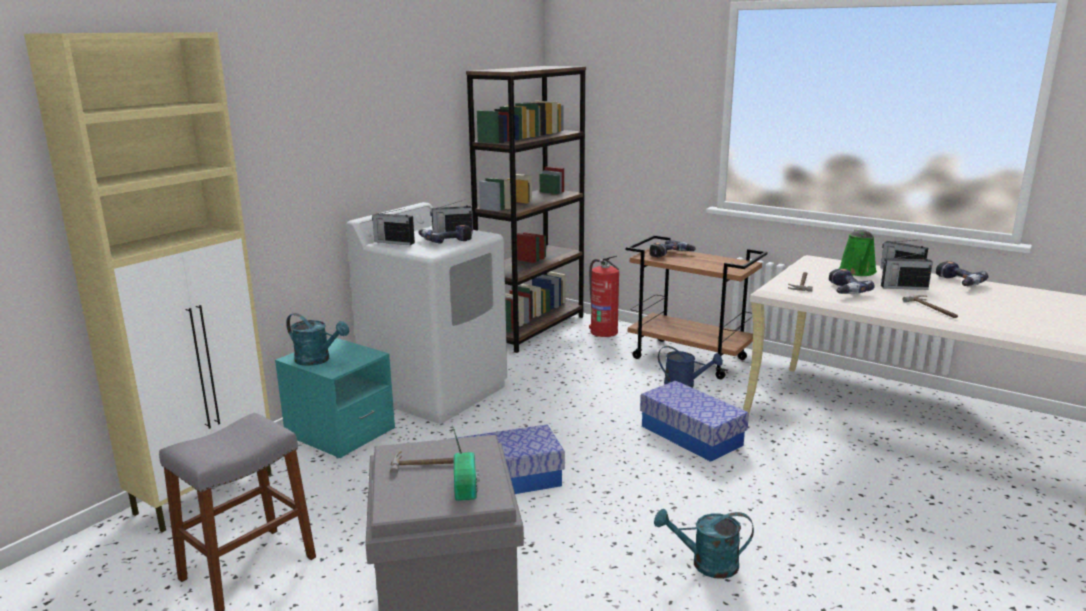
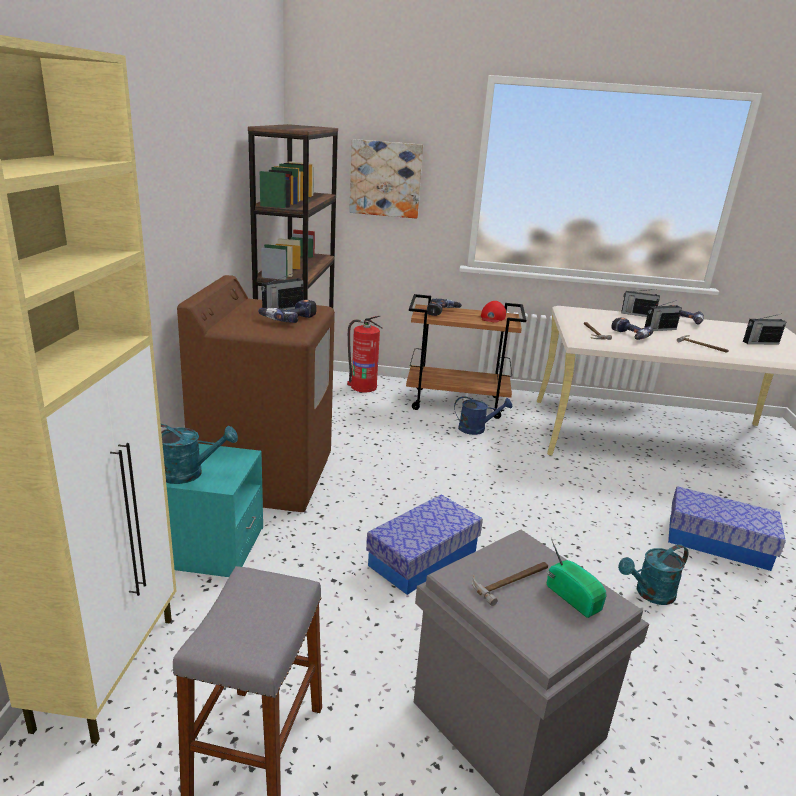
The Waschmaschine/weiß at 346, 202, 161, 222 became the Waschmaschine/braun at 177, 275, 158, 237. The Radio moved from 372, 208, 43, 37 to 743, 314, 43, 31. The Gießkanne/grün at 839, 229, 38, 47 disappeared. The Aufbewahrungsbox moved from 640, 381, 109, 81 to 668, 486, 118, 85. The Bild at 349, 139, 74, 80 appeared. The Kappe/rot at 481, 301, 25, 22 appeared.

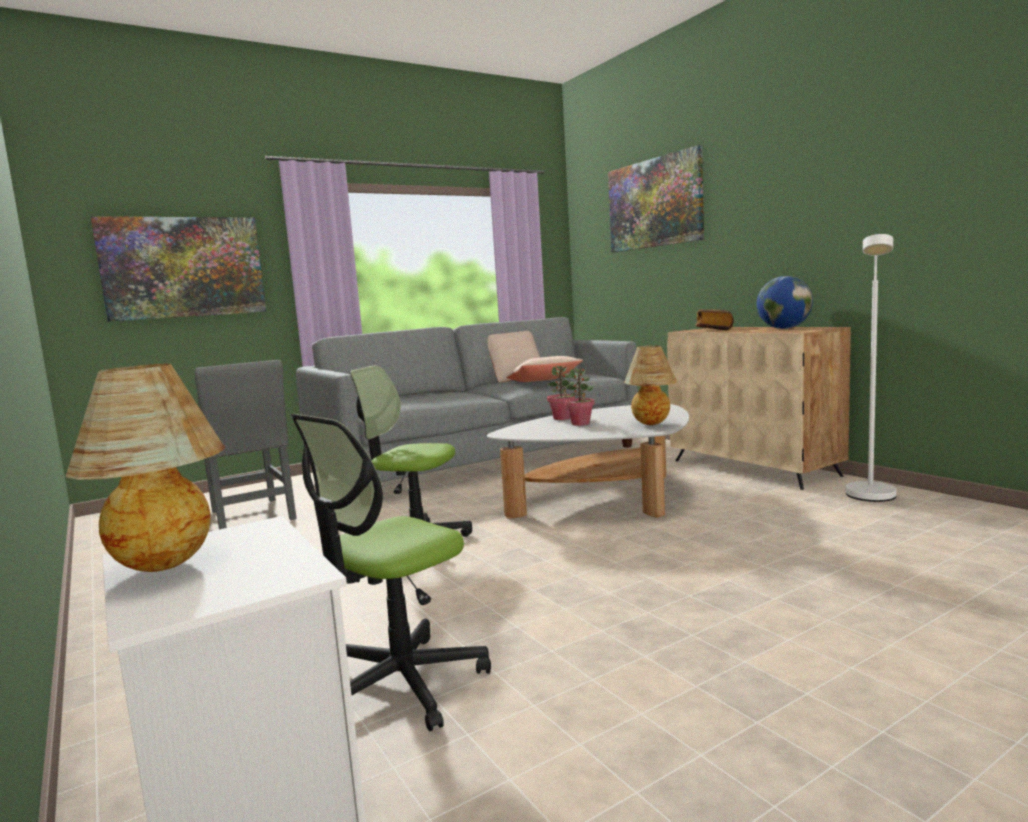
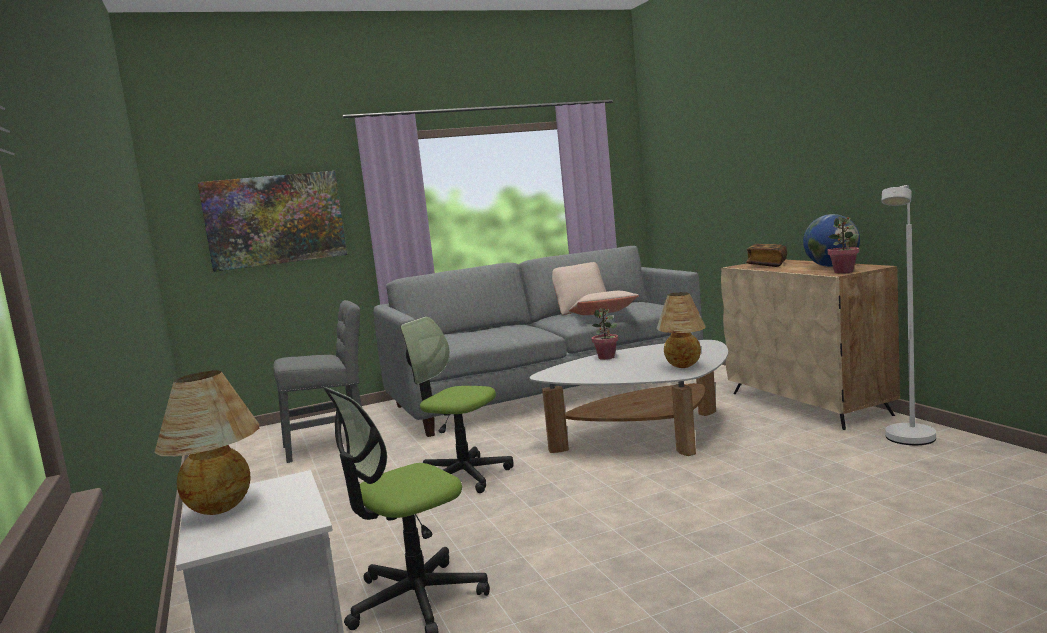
The Bild at 608, 145, 96, 107 disappeared. The Stuhl/grau at 195, 360, 102, 169 turned 90 degrees counterclockwise. The Topfpflanze moved from 565, 368, 30, 58 to 827, 217, 32, 57.

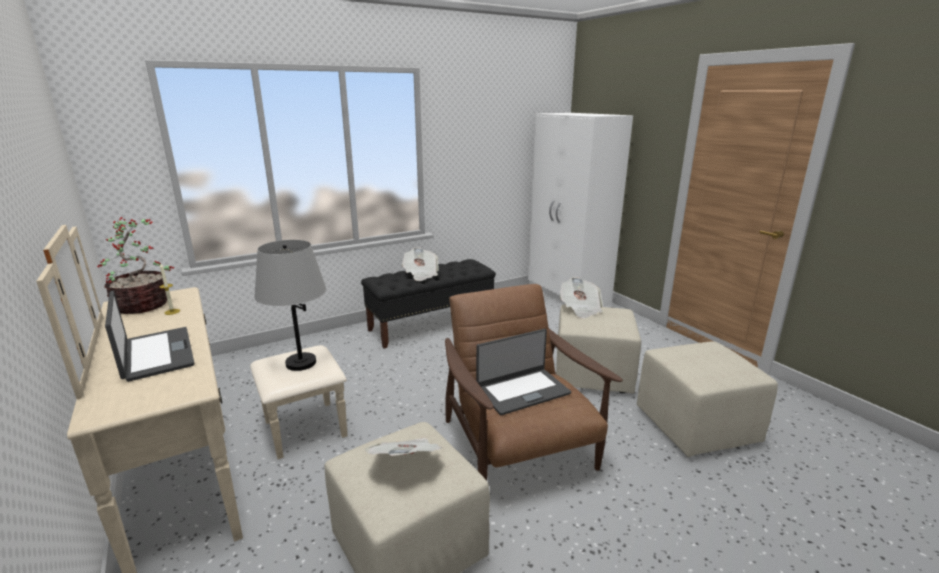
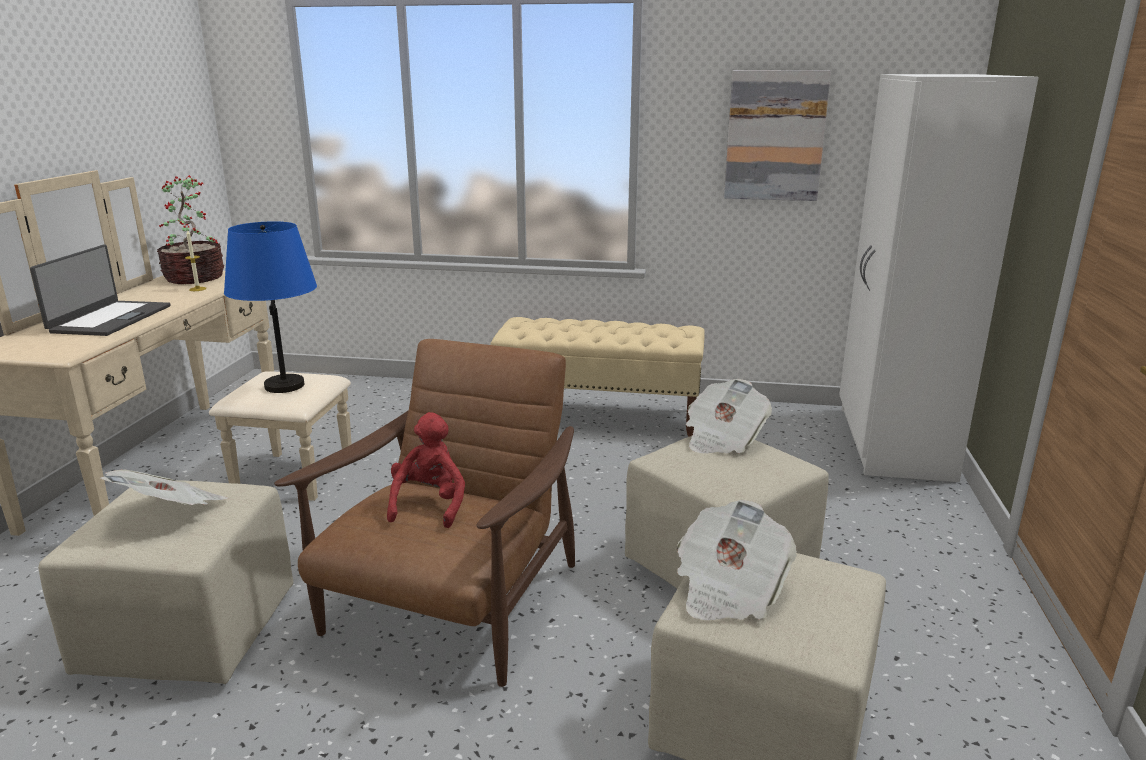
The Tischlampe/grau at 254, 240, 72, 131 became the Tischlampe/blau at 224, 221, 93, 172. The Zeitung moved from 402, 248, 36, 33 to 677, 500, 120, 120. The Bank/schwarz at 361, 259, 135, 90 became the Bank/beige at 491, 317, 214, 120. The Laptop at 476, 329, 95, 86 was replaced by the Plüschtier/rot at 387, 412, 78, 116. The Bild at 724, 70, 107, 131 appeared.

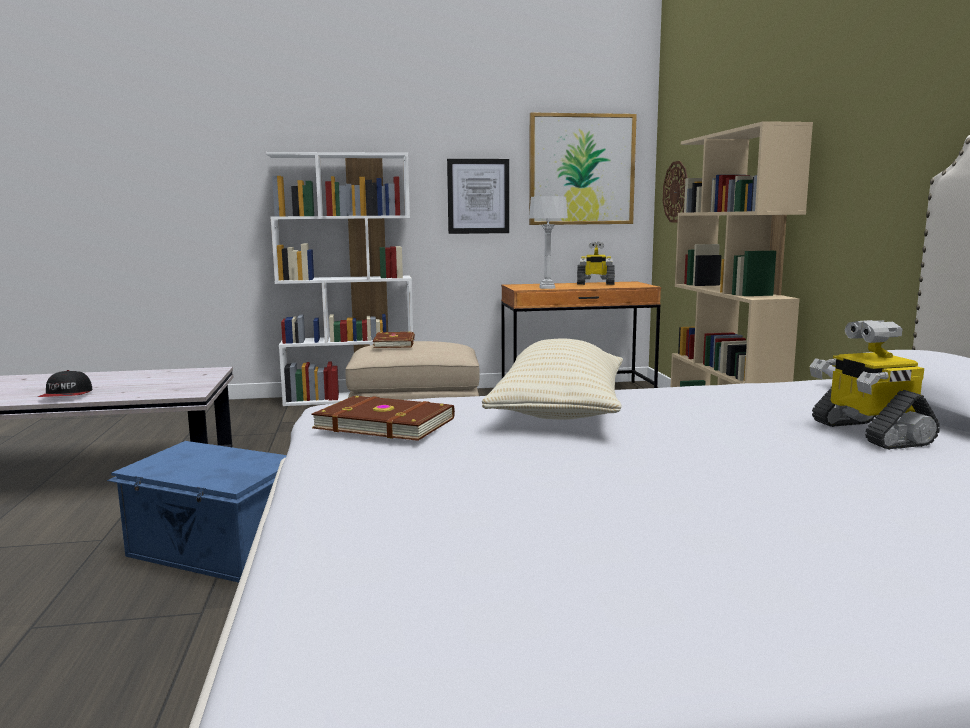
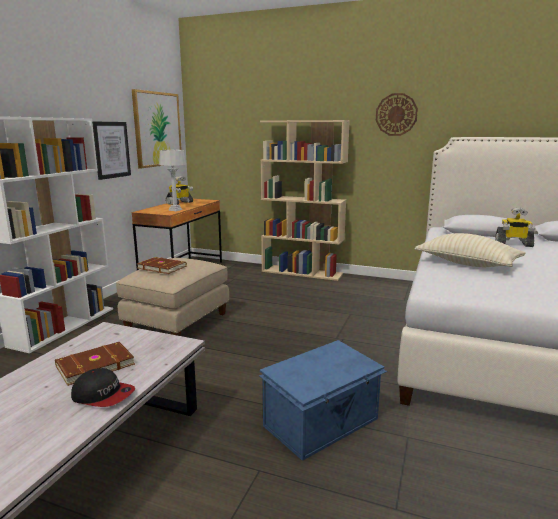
The Wanduhr moved from 663, 161, 25, 61 to 376, 93, 42, 43. The Buch/braun moved from 312, 396, 143, 45 to 55, 342, 80, 44.

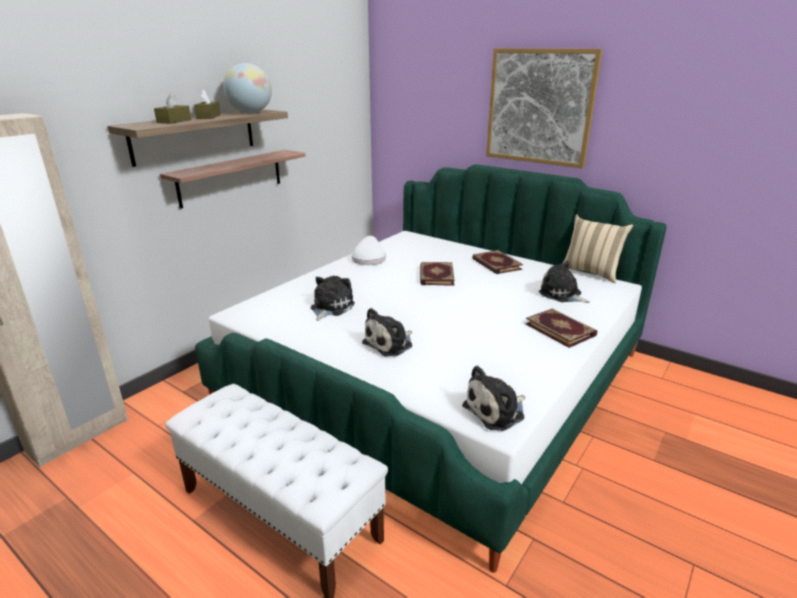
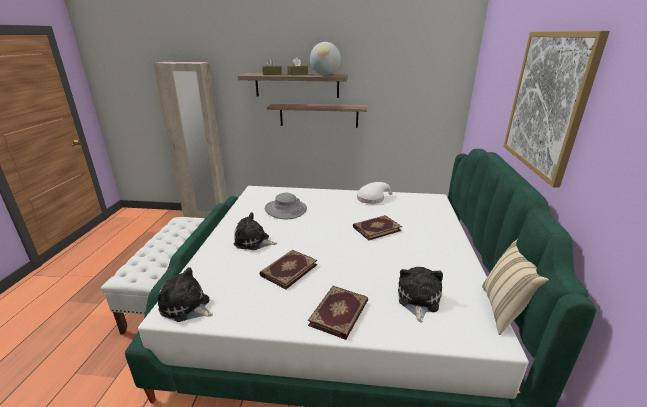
The Buch moved from 472, 250, 51, 24 to 260, 250, 57, 39. The Plüschtier at 311, 276, 44, 45 was replaced by the Hut/grau at 265, 193, 42, 26.

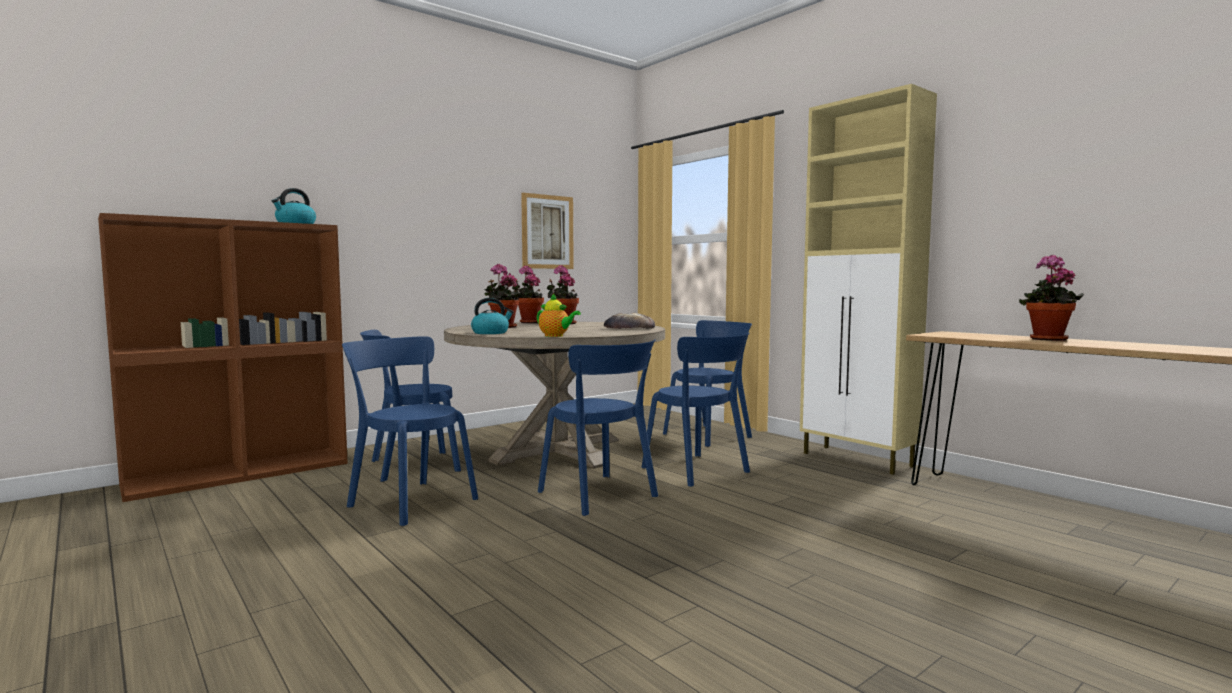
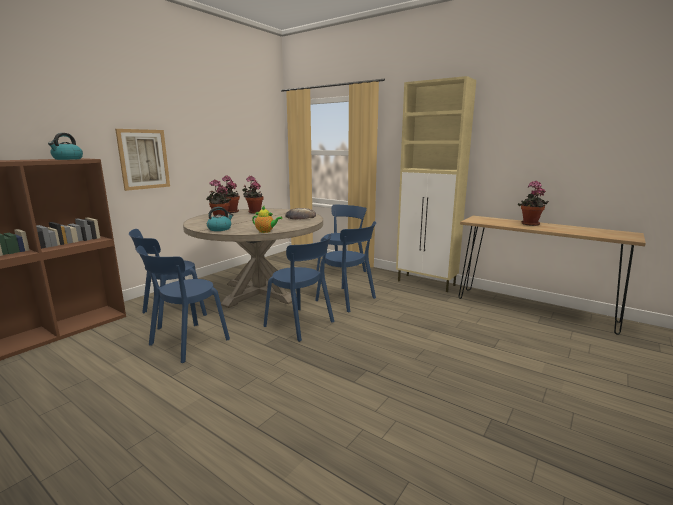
The Bild moved from 521, 193, 53, 76 to 115, 129, 55, 62. The Stuhl/blau at 342, 336, 136, 190 turned 75 degrees counterclockwise.

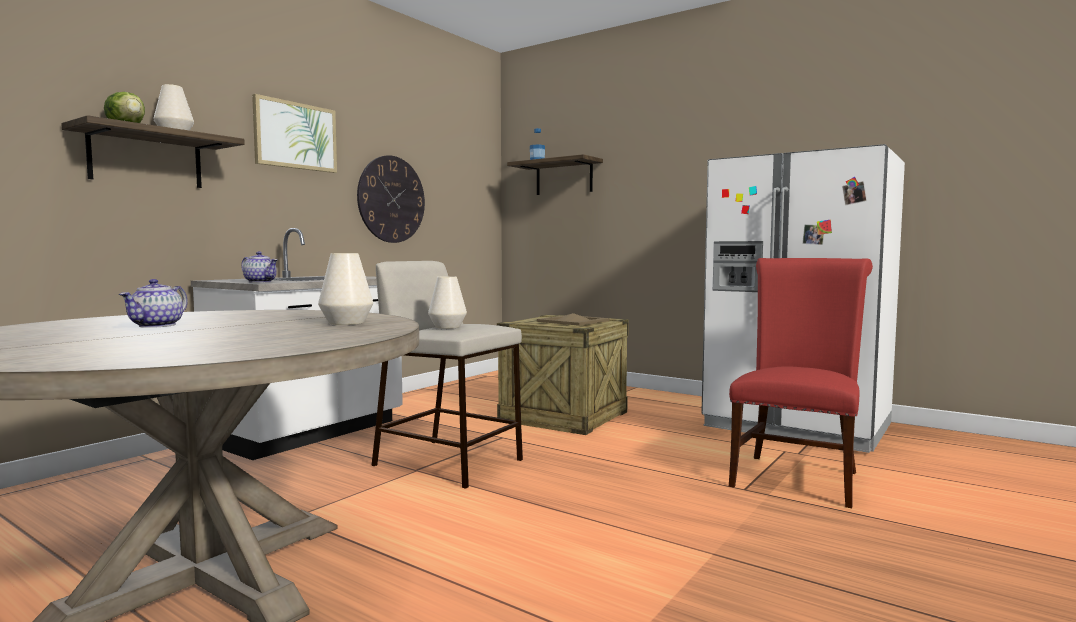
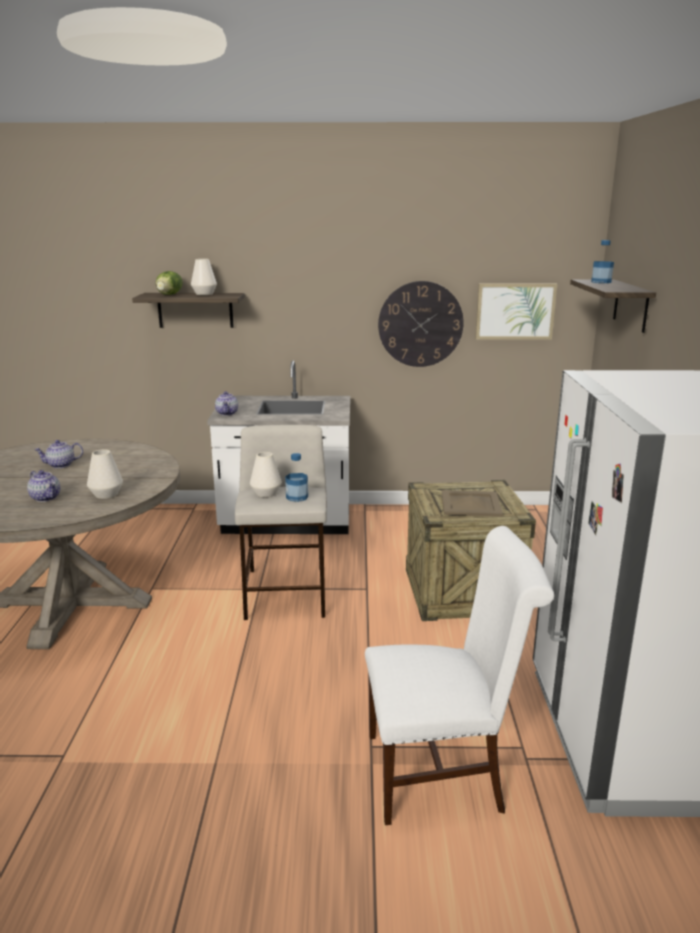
The Bild moved from 252, 94, 85, 79 to 475, 283, 82, 57. The Stuhl/rot at 729, 258, 144, 250 became the Stuhl/weiß at 365, 526, 189, 299. The Flasche at 285, 453, 23, 49 appeared. The Teekanne at 27, 470, 33, 32 appeared.

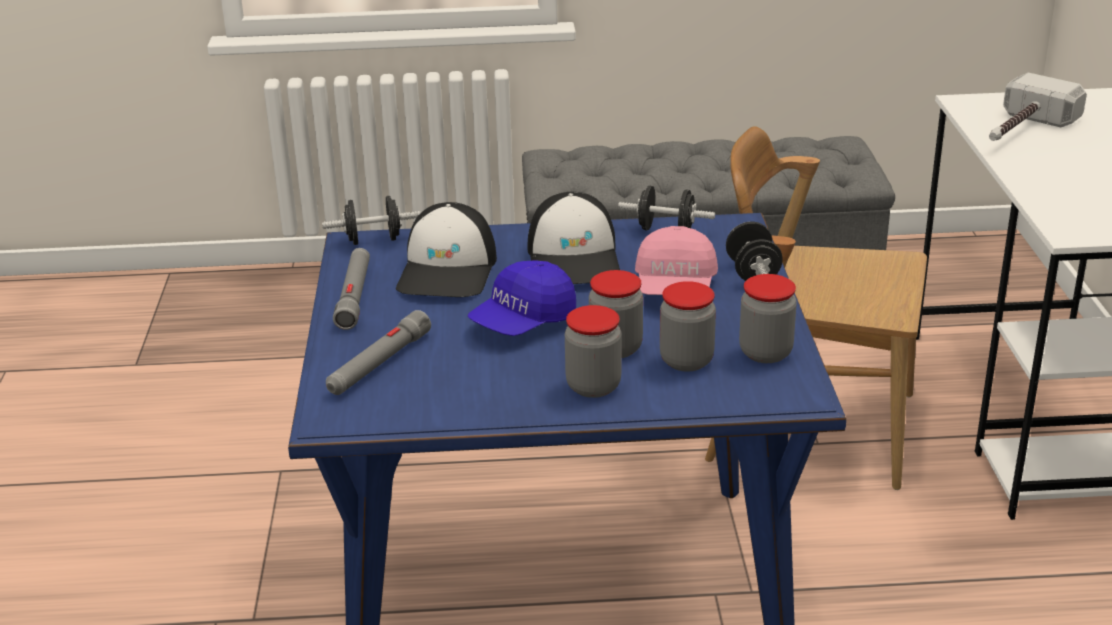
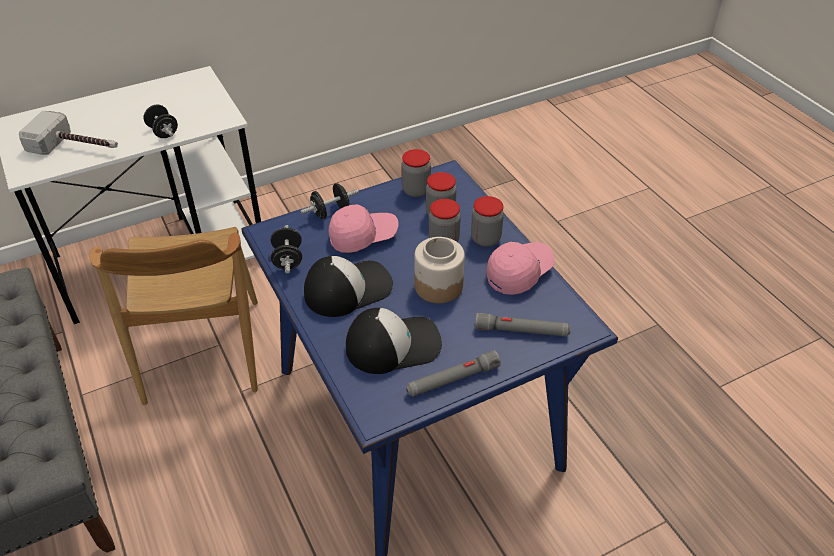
The Hantel/schwarz moved from 322, 196, 99, 49 to 144, 104, 34, 34. The Kappe/blau at 468, 260, 108, 76 was replaced by the Vorratsglas at 414, 237, 51, 67. The Kappe/rosa at 486, 242, 69, 53 appeared.

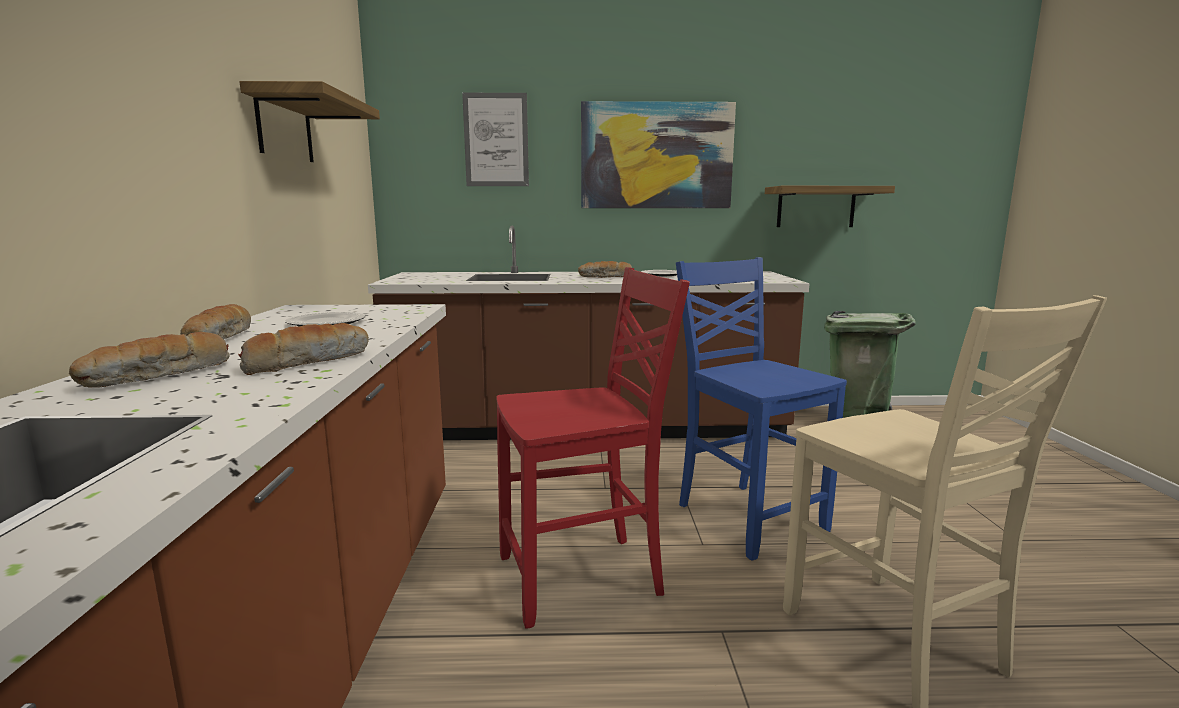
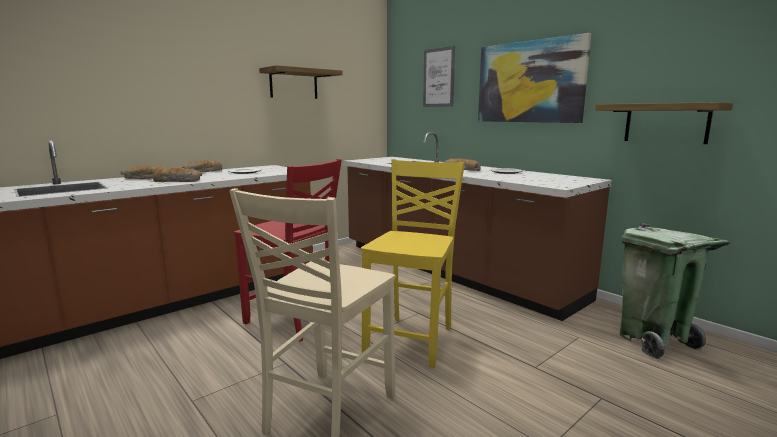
The Stuhl/blau at 676, 257, 171, 304 became the Stuhl/gelb at 361, 159, 104, 209.

